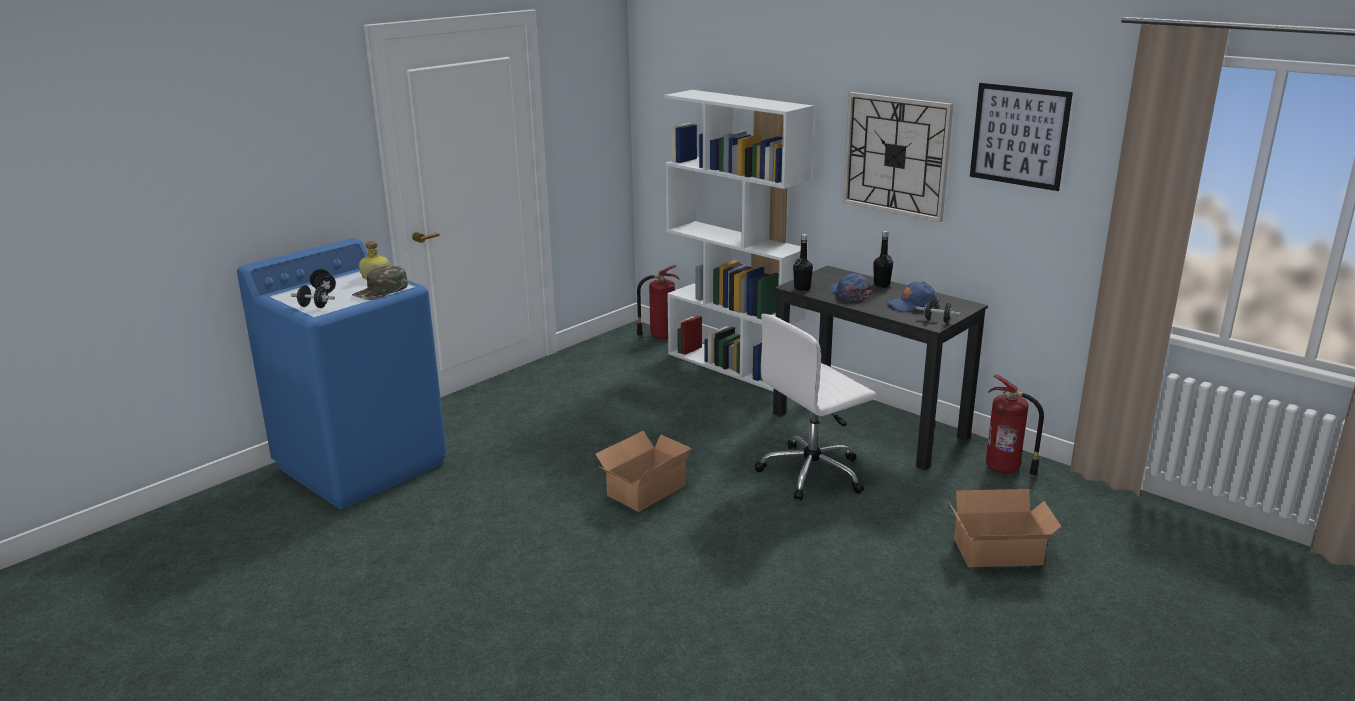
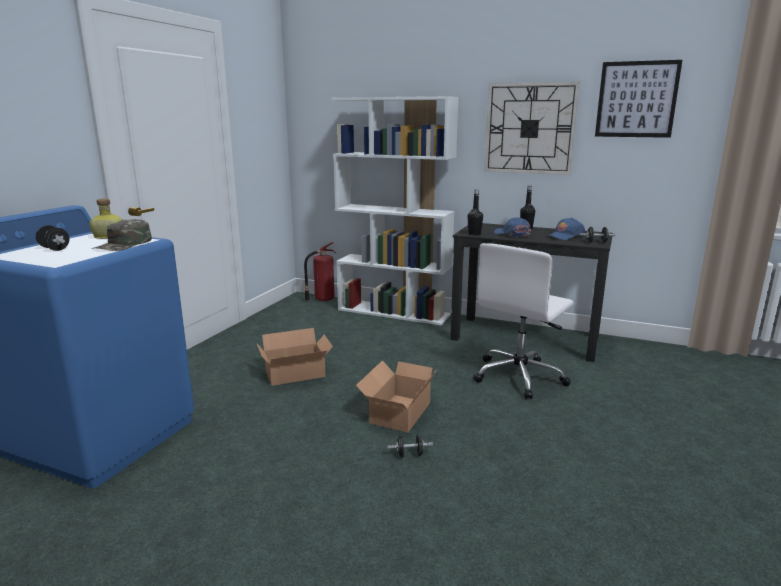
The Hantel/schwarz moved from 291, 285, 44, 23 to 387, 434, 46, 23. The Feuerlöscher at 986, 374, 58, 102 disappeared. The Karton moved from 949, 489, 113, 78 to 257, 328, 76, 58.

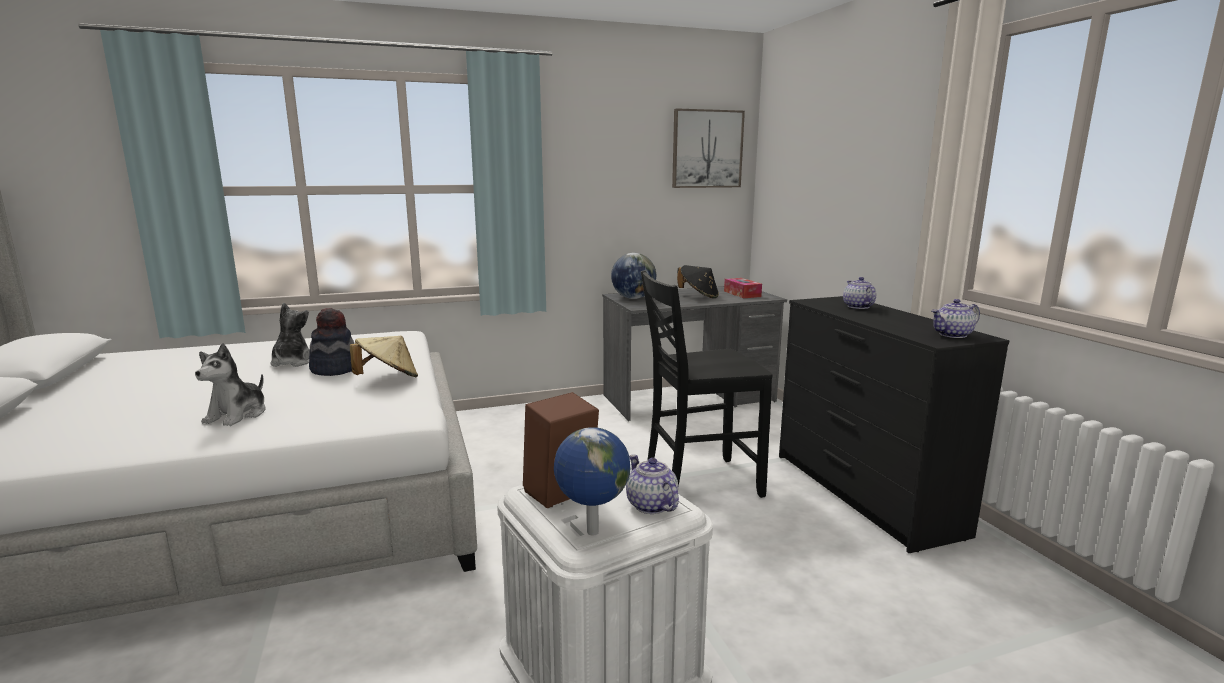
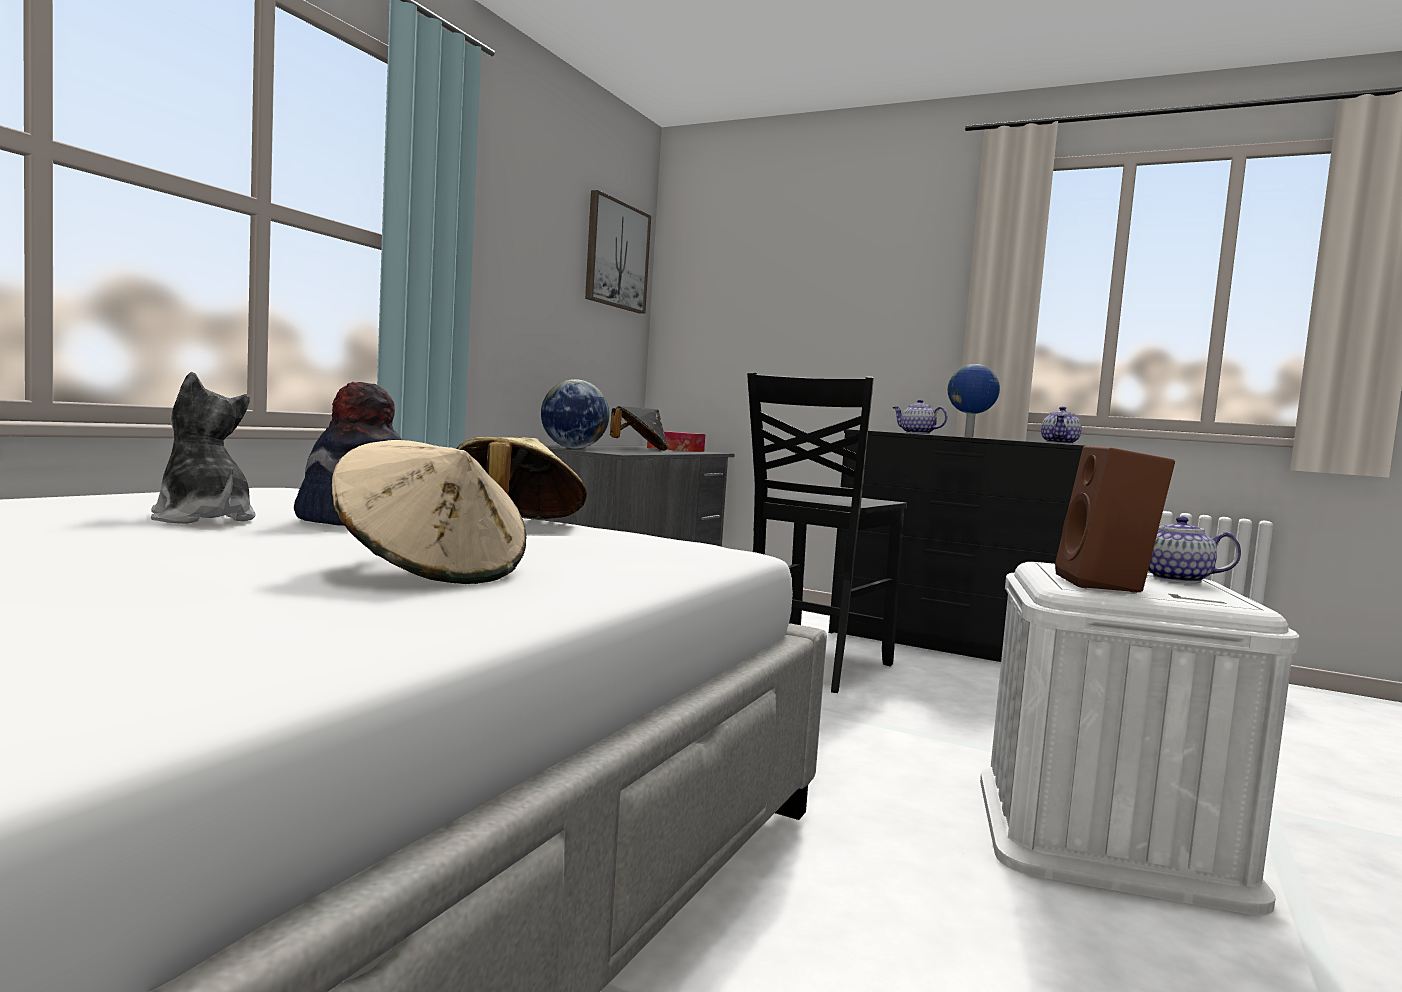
The Plüschtier at 195, 343, 71, 83 was replaced by the Hut/beige at 332, 440, 195, 144. The Globus moved from 554, 427, 76, 109 to 948, 364, 52, 73.

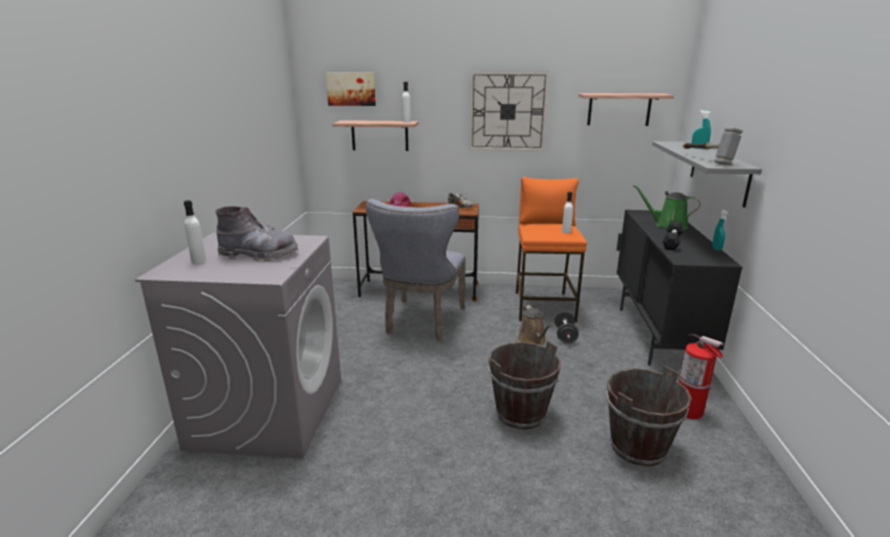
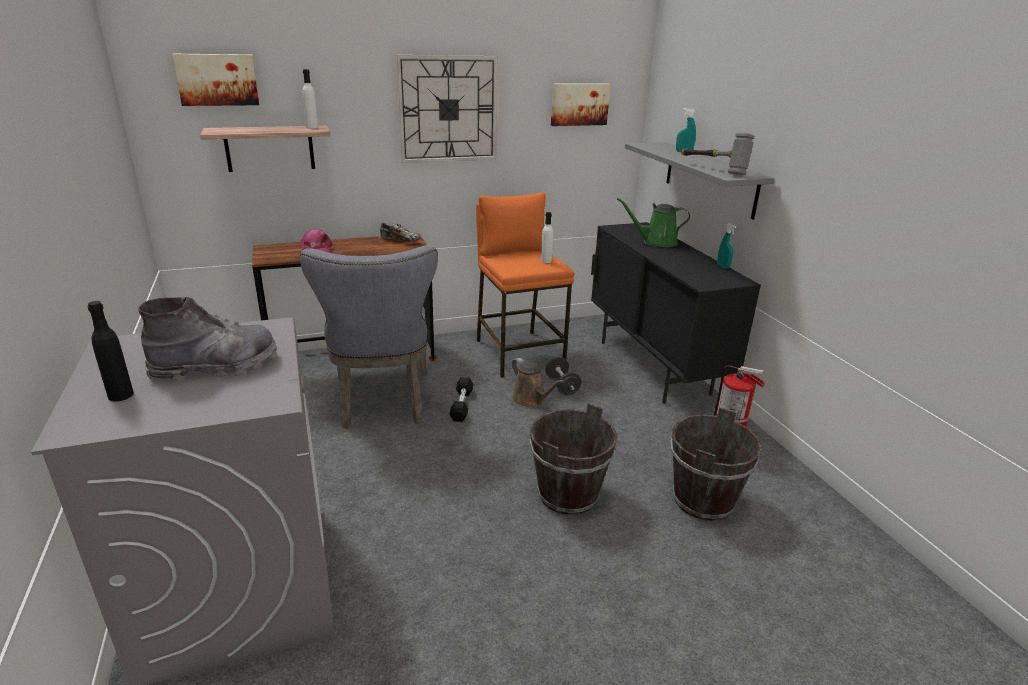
The Wandregal at 578, 93, 96, 33 was replaced by the Bild at 551, 83, 59, 43. The Flasche/weiß at 184, 200, 22, 64 became the Flasche/schwarz at 88, 301, 46, 100. The Hantel/schwarz moved from 662, 221, 22, 29 to 449, 377, 25, 45.

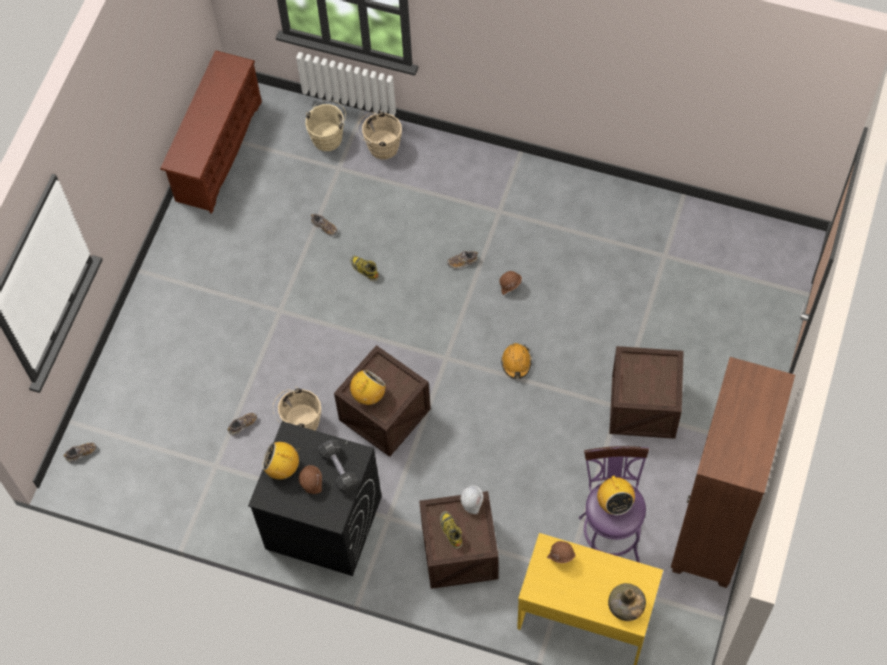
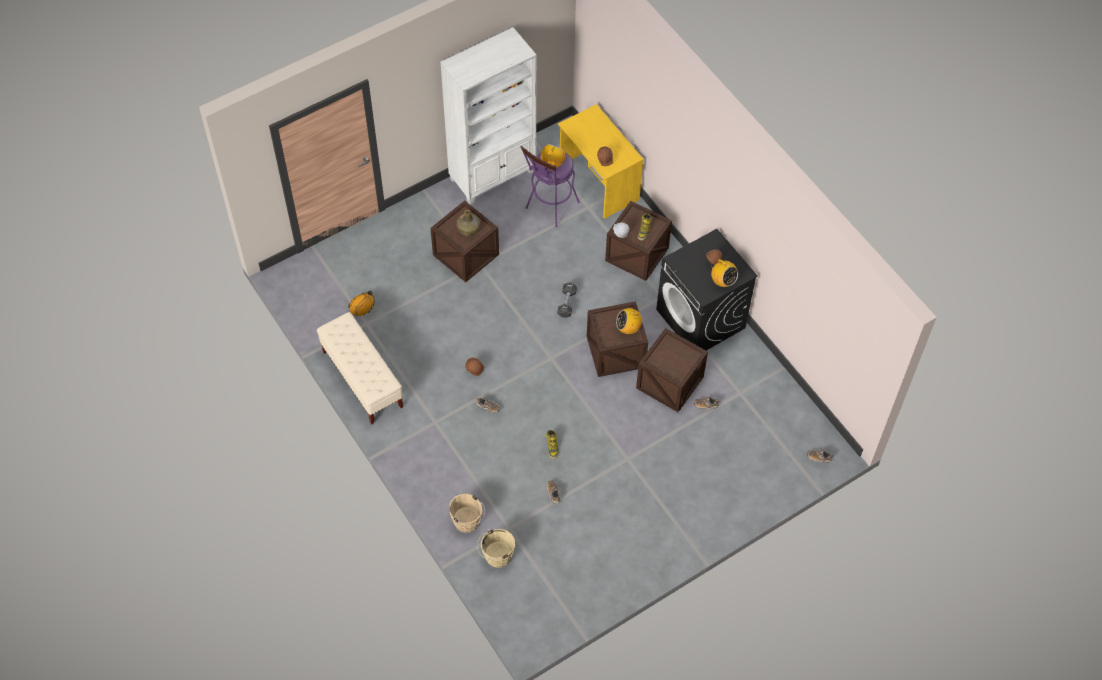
The Schuhregal/braun at 160, 50, 102, 164 disappeared. The Schutzhelm/orange moved from 501, 343, 31, 36 to 348, 291, 27, 25. The Bücherregal/braun at 671, 357, 124, 231 became the Bücherregal/weiß at 440, 27, 96, 177. The Eimer/beige at 272, 386, 49, 45 was replaced by the Kiste at 636, 328, 72, 84. The Hantel/schwarz moved from 318, 440, 41, 53 to 558, 283, 19, 35. The Flasche/grün moved from 608, 583, 38, 38 to 456, 210, 25, 26. The Bank/beige at 317, 312, 86, 113 appeared.

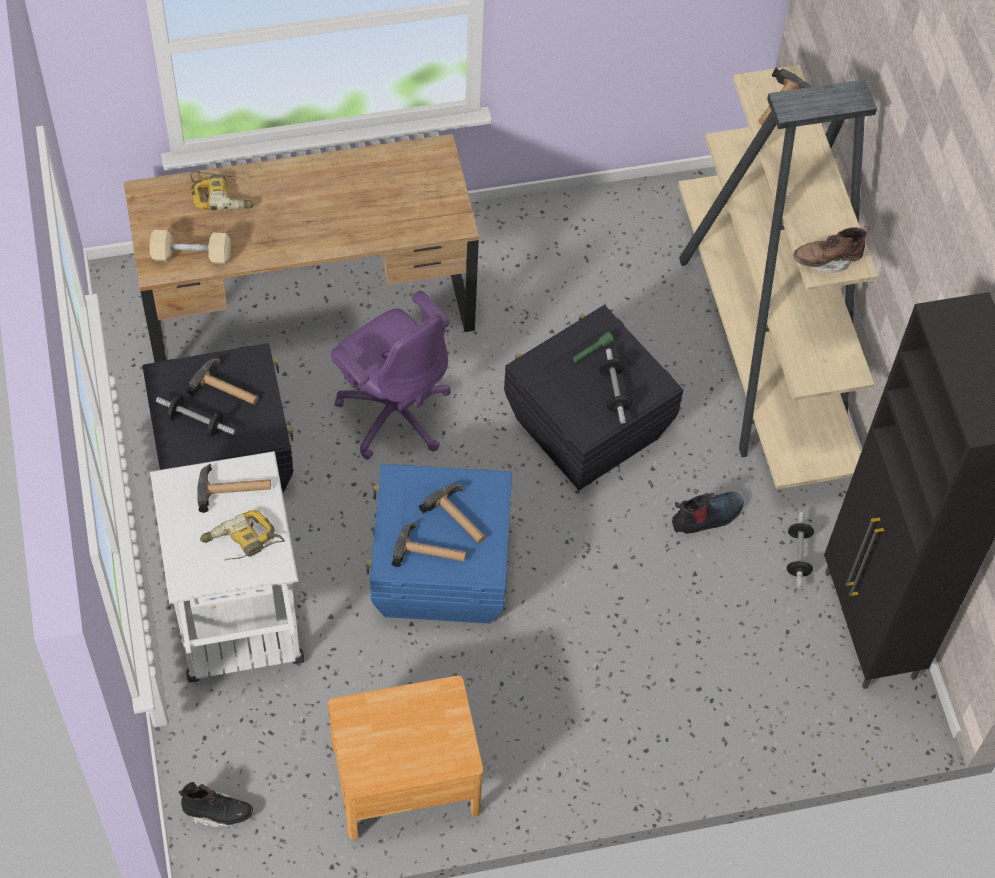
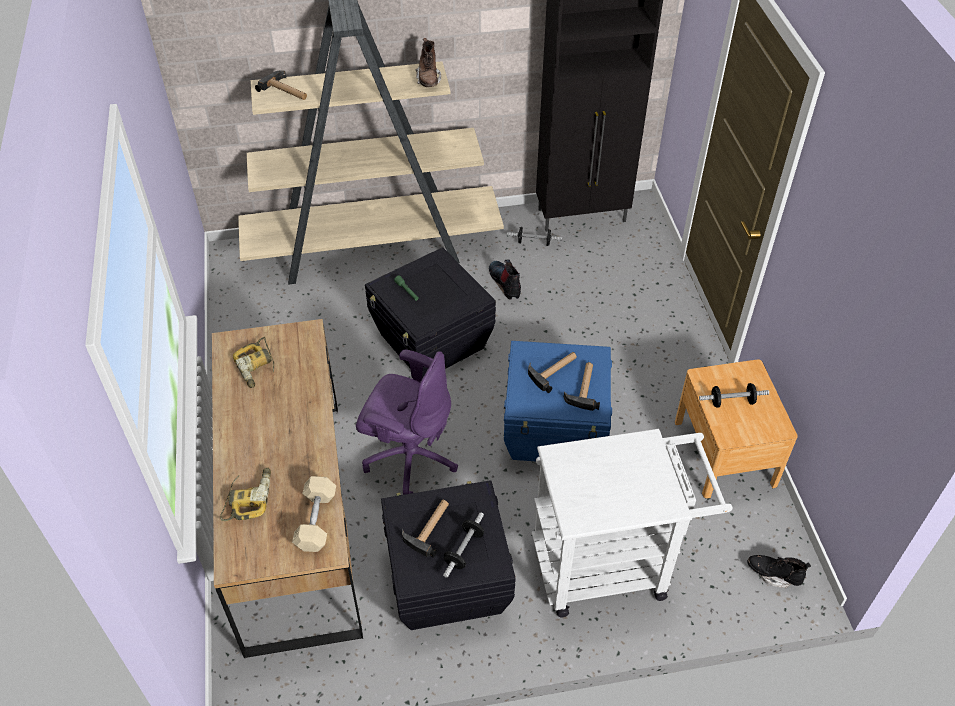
The Bürostuhl/lila at 331, 291, 120, 168 turned 60 degrees clockwise. The Hantel moved from 599, 349, 33, 75 to 699, 383, 70, 25. The Hammer at 197, 464, 74, 49 disappeared. The Bohrmaschine moved from 200, 510, 85, 50 to 233, 337, 41, 51. The Stiefel/schwarz at 179, 782, 74, 46 turned 75 degrees counterclockwise.

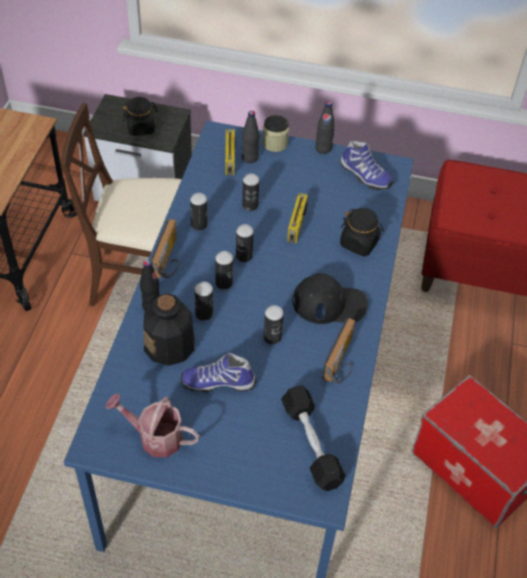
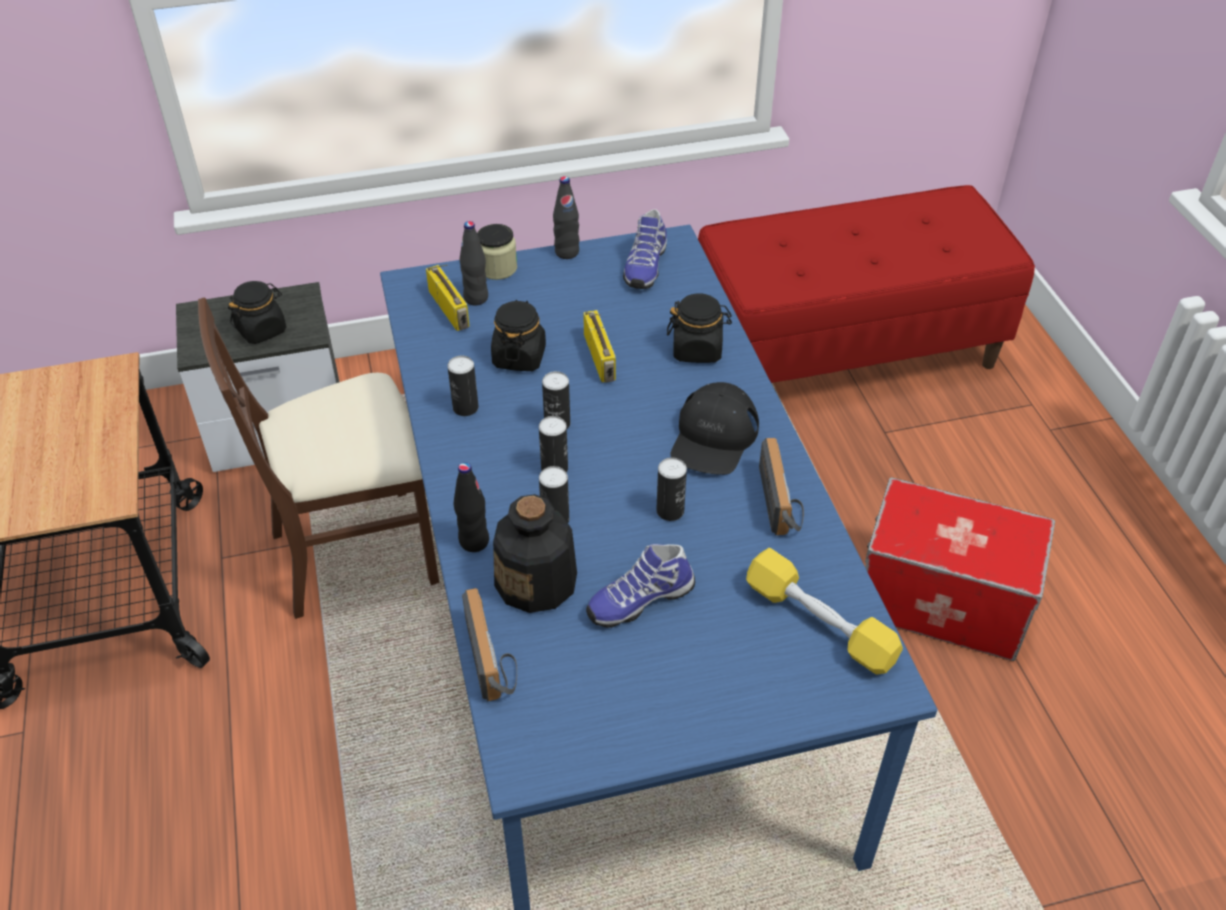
The Schuh at 340, 141, 54, 49 turned 90 degrees clockwise. The Dose at 242, 174, 17, 37 was replaced by the Vorratsglas/schwarz at 491, 300, 55, 71. The Radio moved from 151, 219, 28, 59 to 462, 588, 55, 113. The Kappe/schwarz at 292, 273, 76, 51 turned 135 degrees clockwise. The Hantel/schwarz at 281, 386, 64, 105 became the Hantel/gelb at 746, 548, 157, 126. The Gießkanne at 105, 393, 95, 65 disappeared.

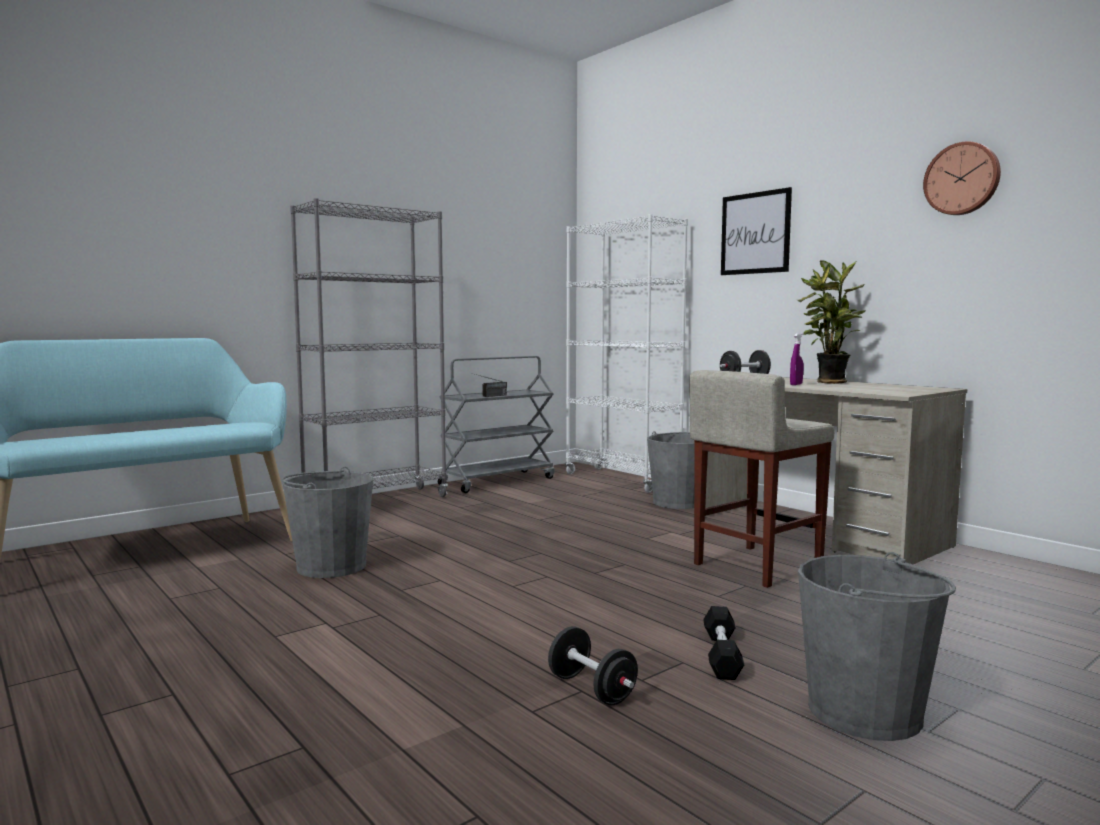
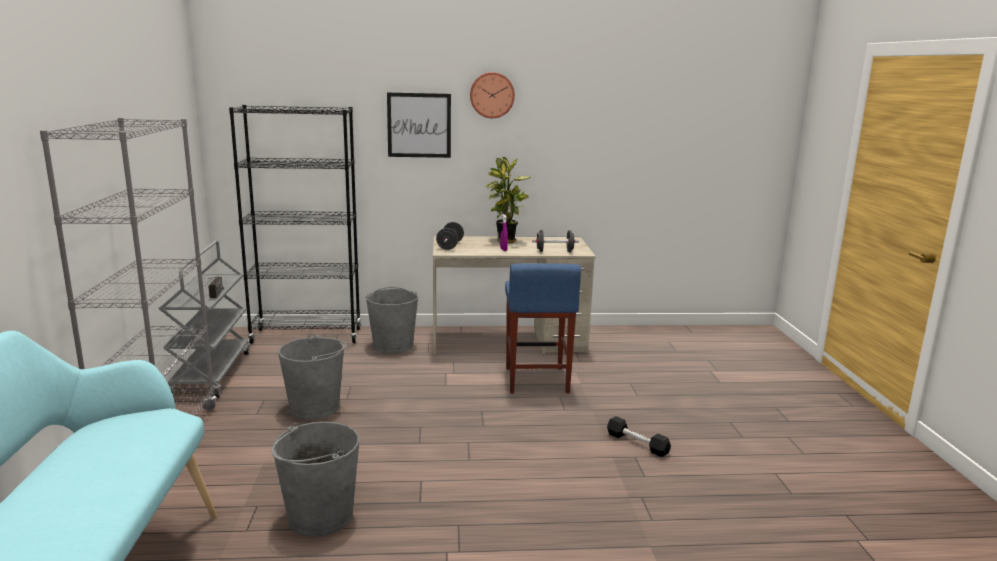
The Wanduhr moved from 923, 141, 78, 74 to 470, 72, 45, 46. The Bücherregal/weiß at 565, 214, 123, 279 became the Bücherregal/schwarz at 229, 105, 132, 239. The Hocker/beige at 689, 370, 146, 218 became the Hocker/blau at 505, 263, 76, 130. The Eimer/grau moved from 798, 552, 158, 189 to 278, 334, 69, 86. The Hantel/schwarz moved from 548, 626, 90, 79 to 532, 230, 47, 22.

